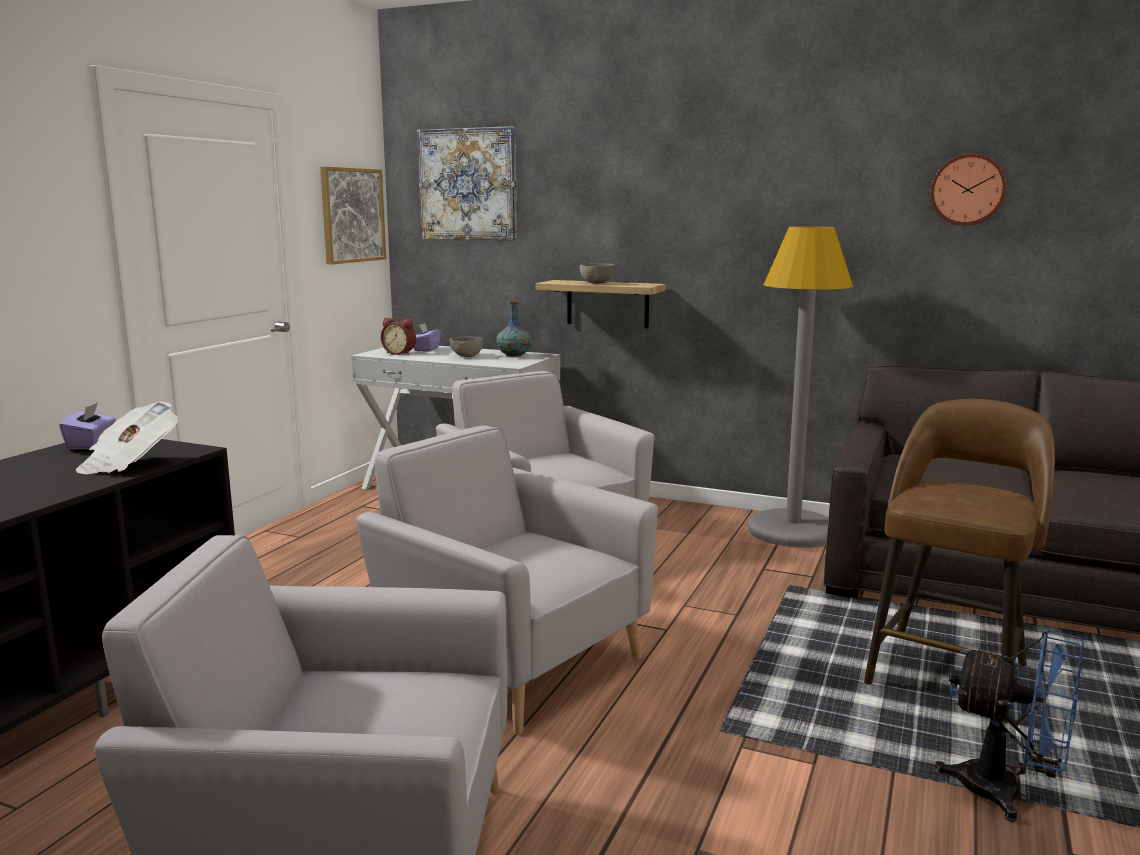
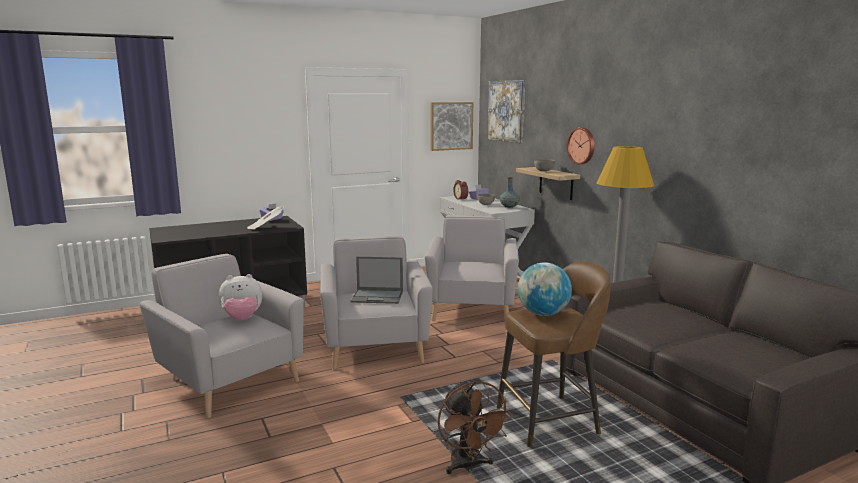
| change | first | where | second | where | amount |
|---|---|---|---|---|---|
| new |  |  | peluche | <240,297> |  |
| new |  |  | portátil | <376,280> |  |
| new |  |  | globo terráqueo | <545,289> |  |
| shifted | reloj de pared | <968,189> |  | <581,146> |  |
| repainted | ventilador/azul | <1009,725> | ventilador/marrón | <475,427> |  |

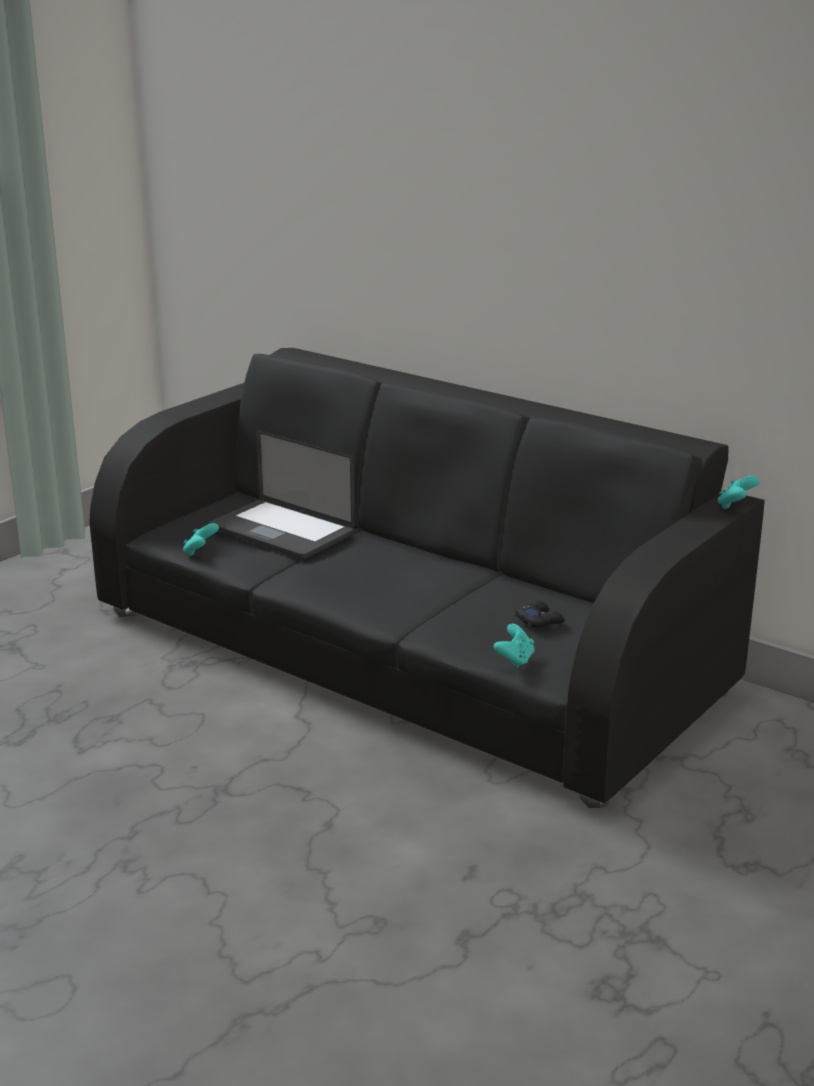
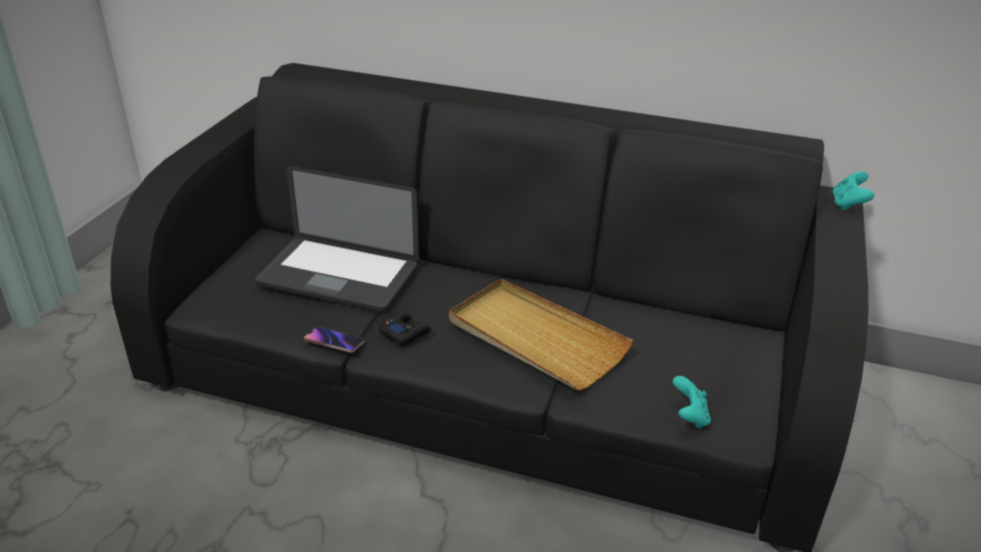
| change | first | where | second | where | amount |
|---|---|---|---|---|---|
| gone | mando de consola/turquesa | <201,539> |  |  |  |
| new |  |  | móvil | <334,339> |  |
| new |  |  | bandeja/beis | <541,335> |  |
| shifted | mando de consola/negro | <540,614> |  | <405,328> |  |

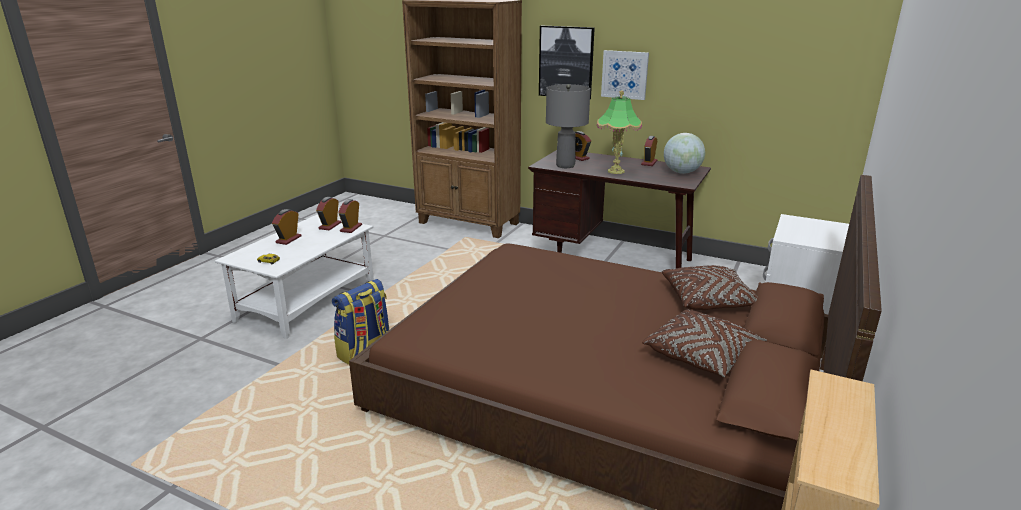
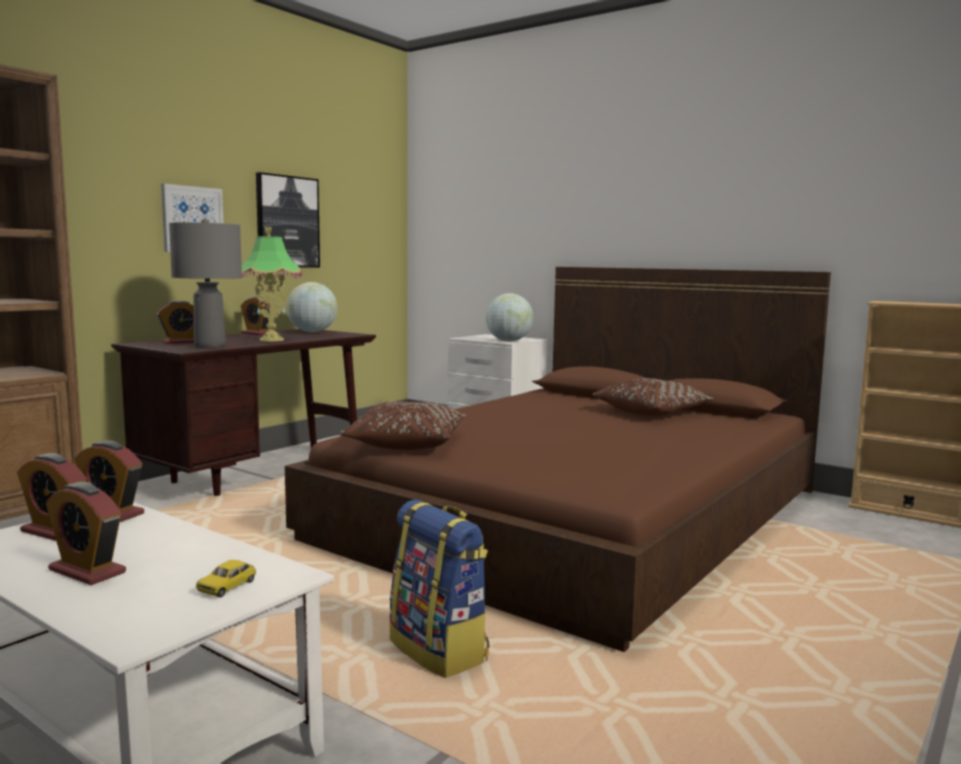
| change | first | where | second | where | amount |
|---|---|---|---|---|---|
| new |  |  | globo terráqueo | <509,317> |  |
| shifted | cuadro | <567,62> |  | <288,220> |  |
| shifted | cojín/marrón | <710,287> |  | <403,425> |  |

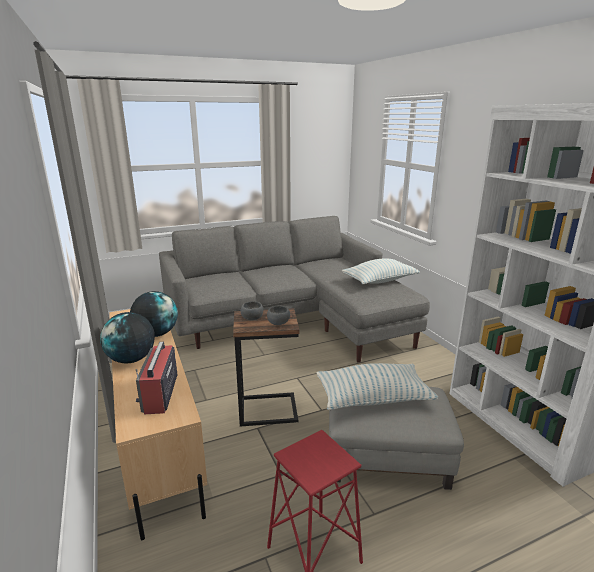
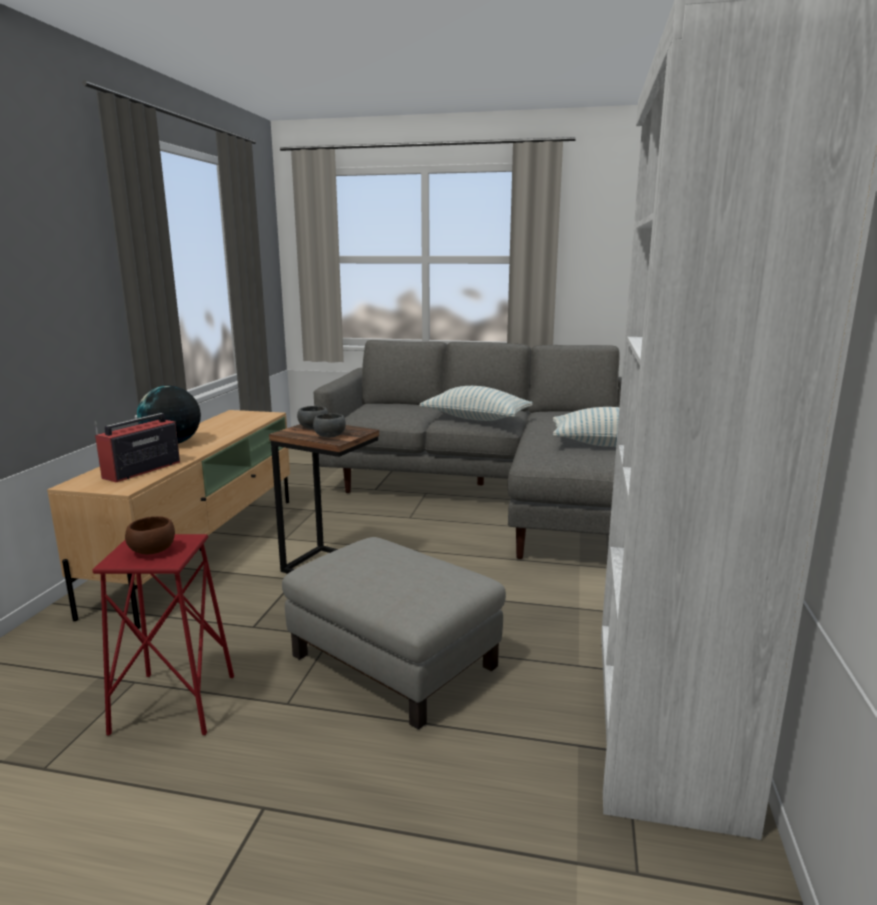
| change | first | where | second | where | amount |
|---|---|---|---|---|---|
| gone | globo terráqueo | <154,314> |  |  |  |
| new |  |  | cuenco/marrón | <150,535> |  |
| shifted | cojín | <377,386> |  | <476,403> |  |

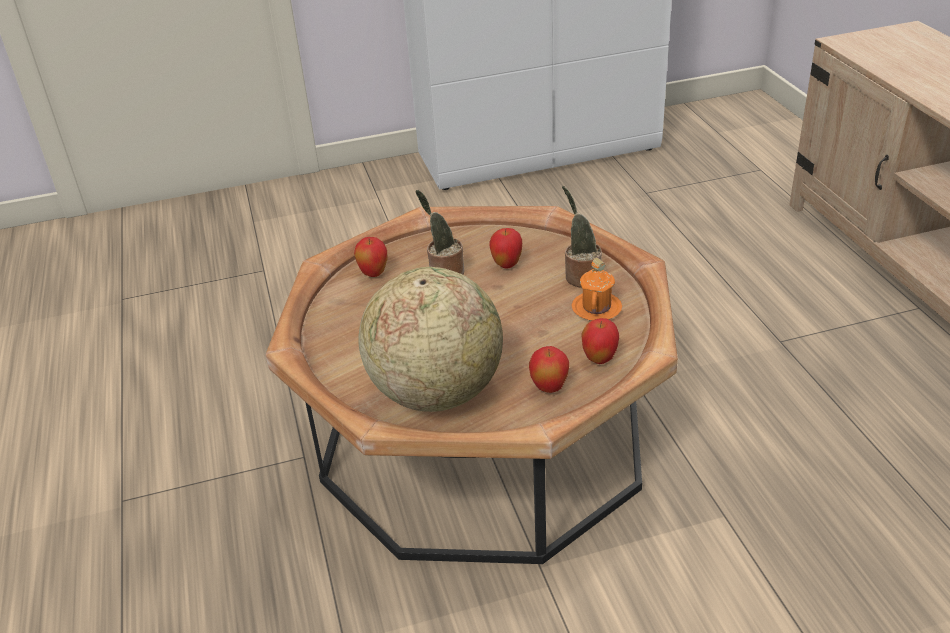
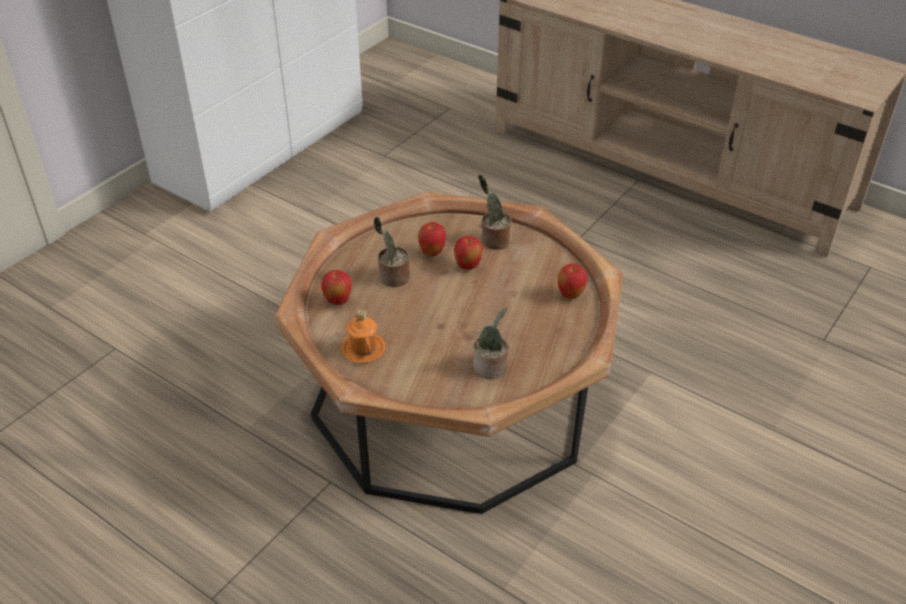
| change | first | where | second | where | amount |
|---|---|---|---|---|---|
| shifted | manzana | <549,369> |  | <468,253> |  |
| shifted | taza grande/naranja | <597,289> |  | <363,336> |  |
| swapped | globo terráqueo | <431,339> | planta en maceta | <491,343> |  |

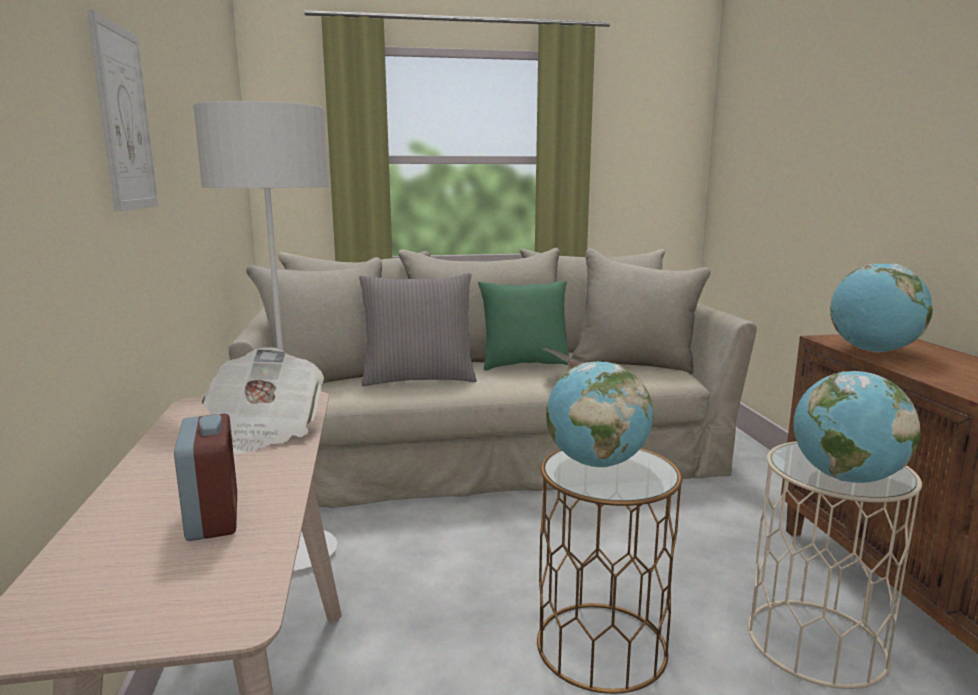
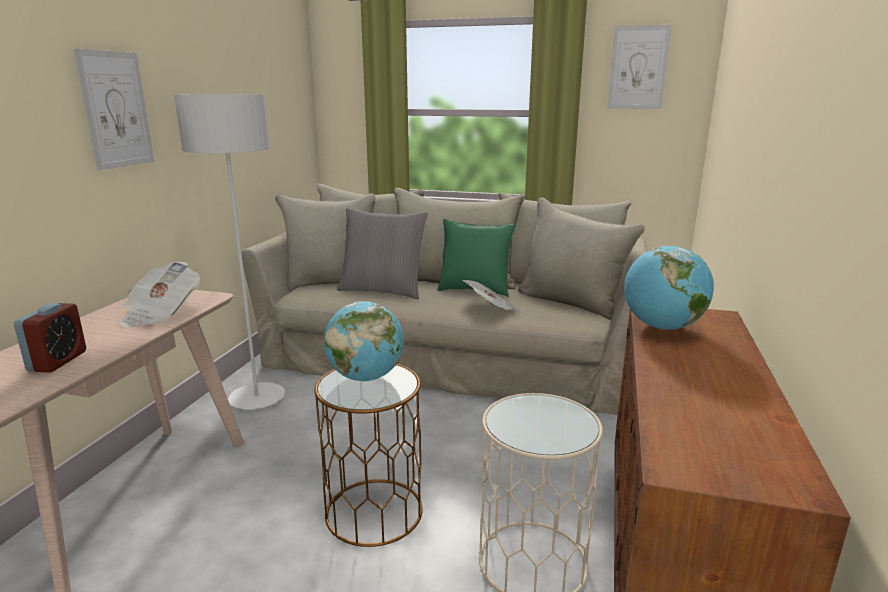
| change | first | where | second | where | amount |
|---|---|---|---|---|---|
| gone | globo terráqueo | <857,427> |  |  |  |
| new |  |  | cuadro | <639,67> |  |

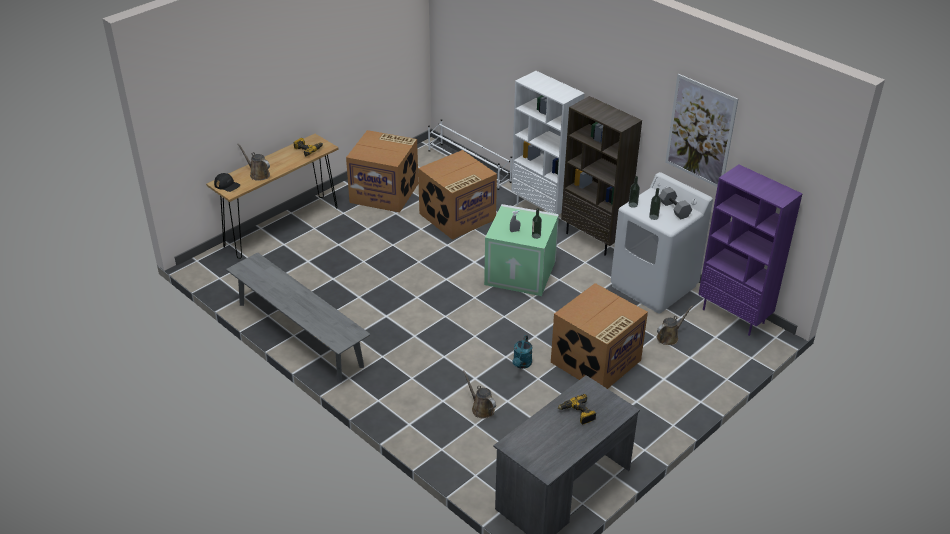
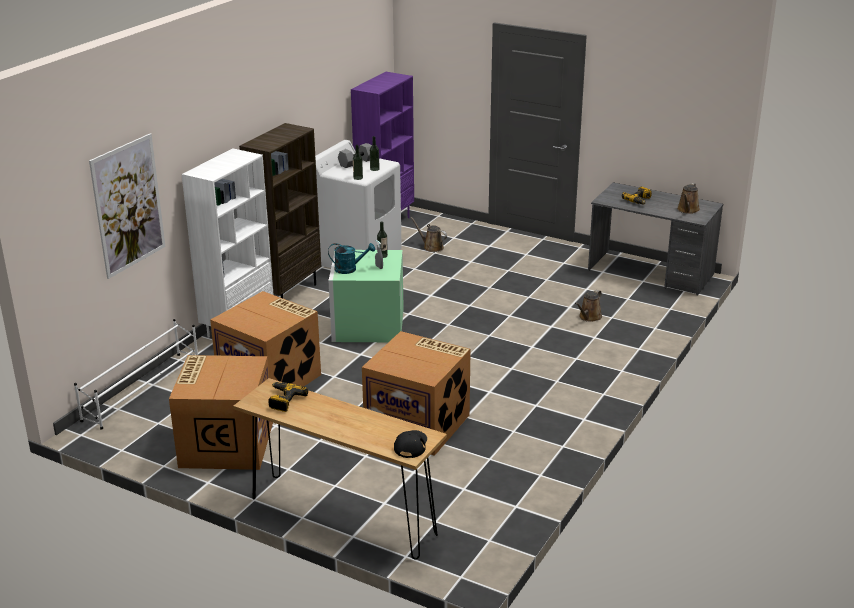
| change | first | where | second | where | amount |
|---|---|---|---|---|---|
| gone | banco/gris | <298,317> |  |  |  |
| shifted | regadera/marrón | <254,162> |  | <688,198> |  |
| shifted | regadera/turquesa | <522,352> |  | <351,258> |  |
| shifted | caja de cartón | <599,336> |  | <416,393> |  |
| shifted | cuadro | <701,130> |  | <127,206> |  |

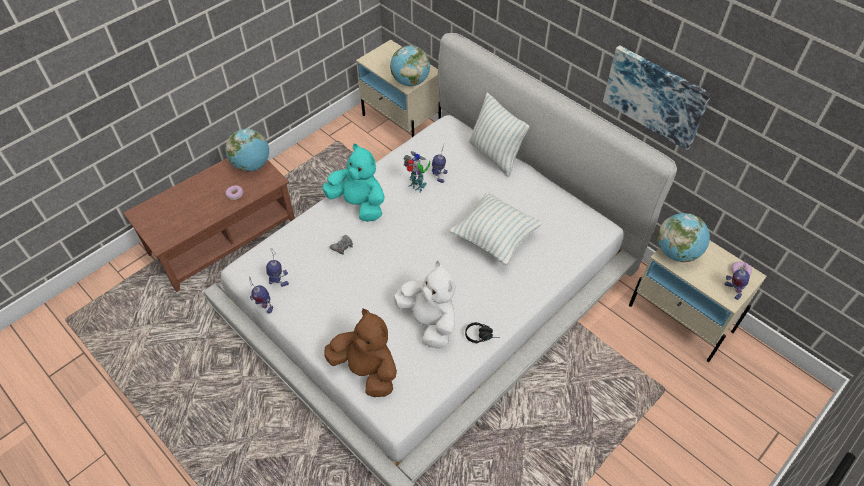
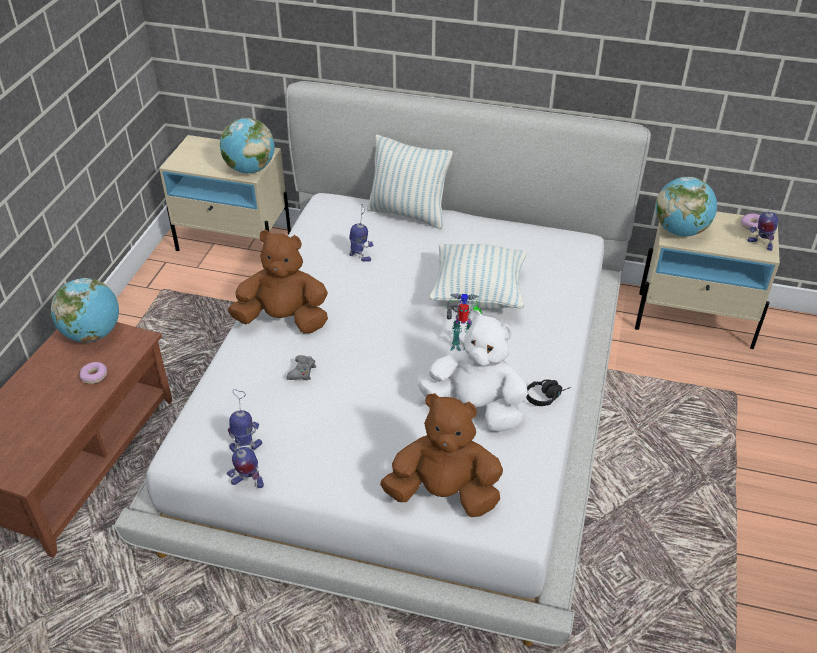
| change | first | where | second | where | amount |
|---|---|---|---|---|---|
| gone | cuadro | <657,97> |  |  |  |
| shifted | robot de juguete | <416,172> |  | <464,322> |  |
| repainted | peluche/turquesa | <354,183> | peluche/marrón | <278,281> |  |

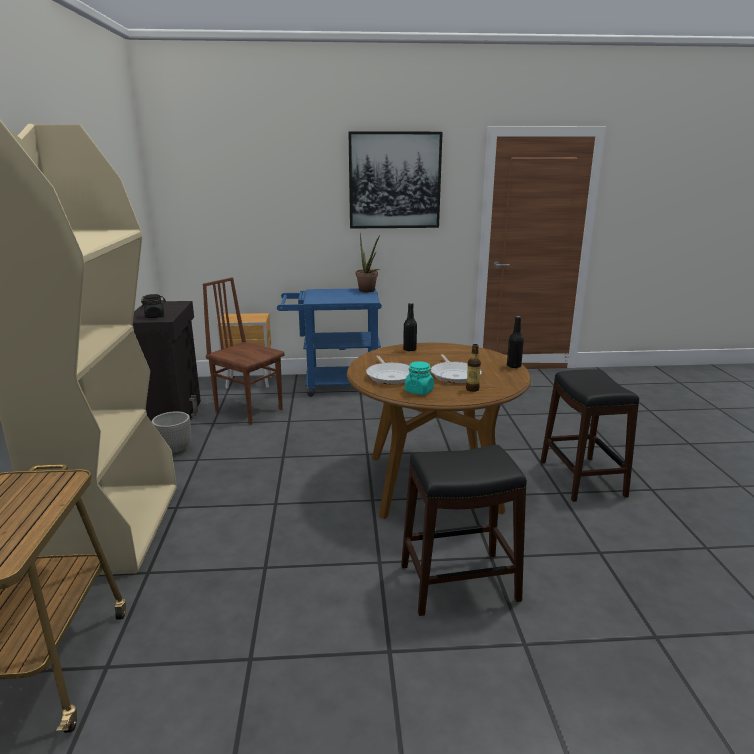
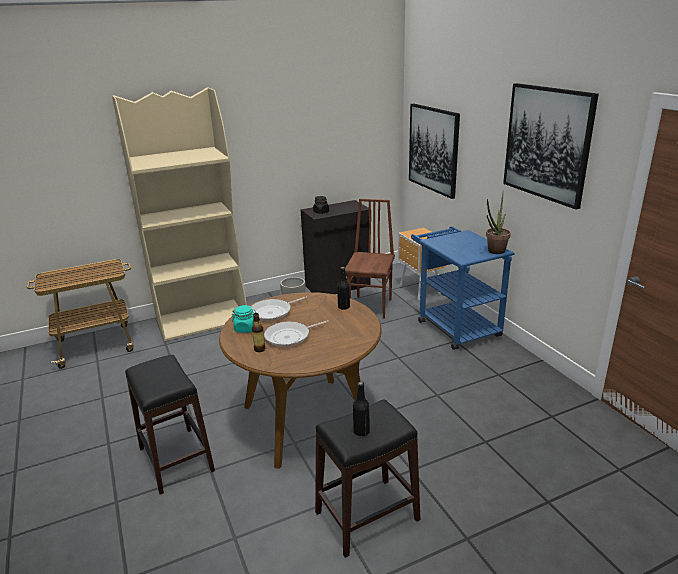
| change | first | where | second | where | amount |
|---|---|---|---|---|---|
| new |  |  | cuadro | <434,151> |  |
| shifted | botella/negro | <515,342> |  | <361,409> |  |

